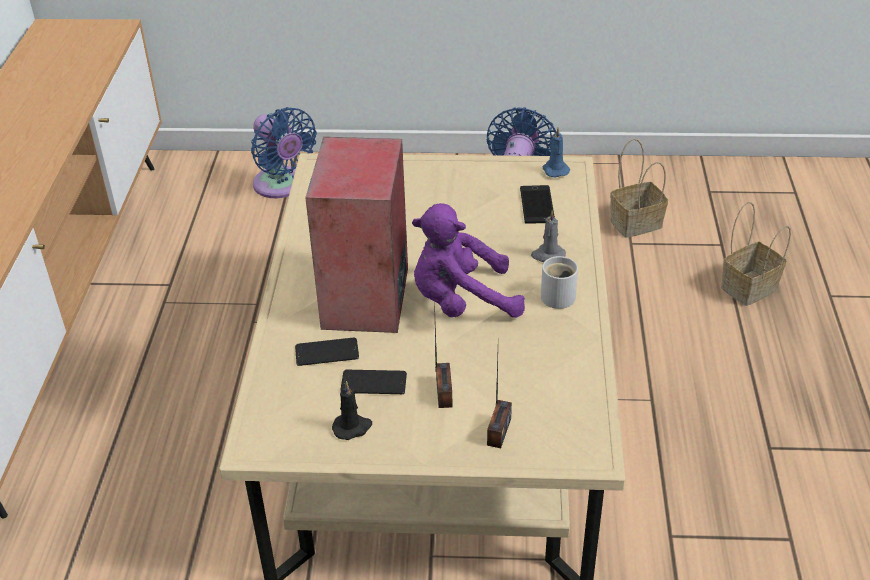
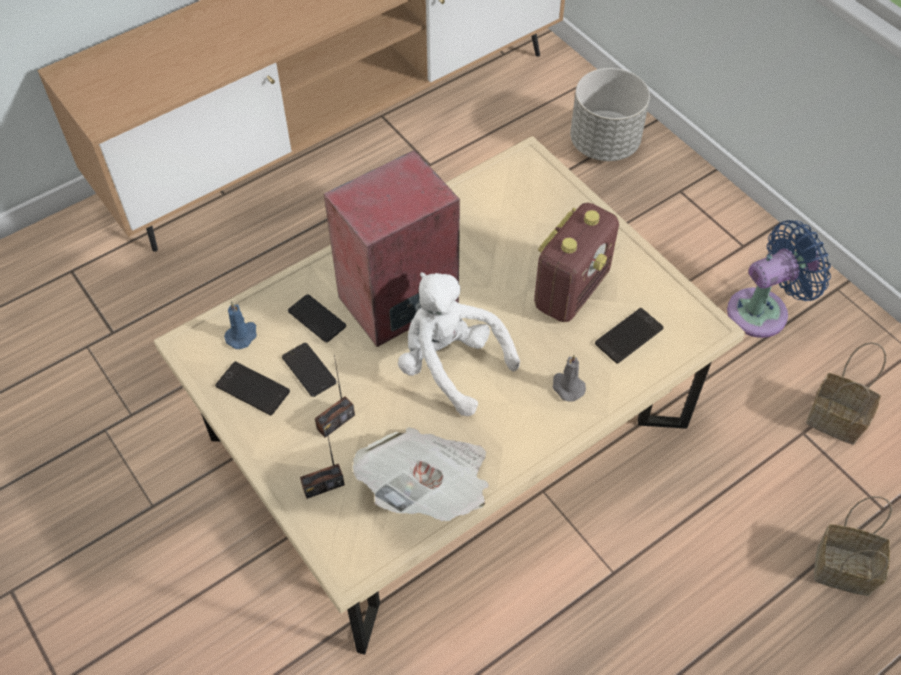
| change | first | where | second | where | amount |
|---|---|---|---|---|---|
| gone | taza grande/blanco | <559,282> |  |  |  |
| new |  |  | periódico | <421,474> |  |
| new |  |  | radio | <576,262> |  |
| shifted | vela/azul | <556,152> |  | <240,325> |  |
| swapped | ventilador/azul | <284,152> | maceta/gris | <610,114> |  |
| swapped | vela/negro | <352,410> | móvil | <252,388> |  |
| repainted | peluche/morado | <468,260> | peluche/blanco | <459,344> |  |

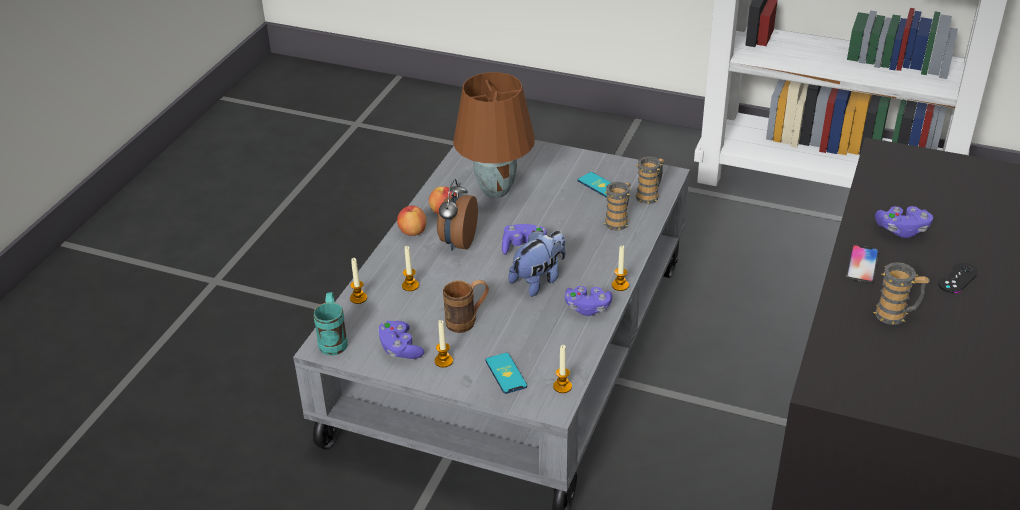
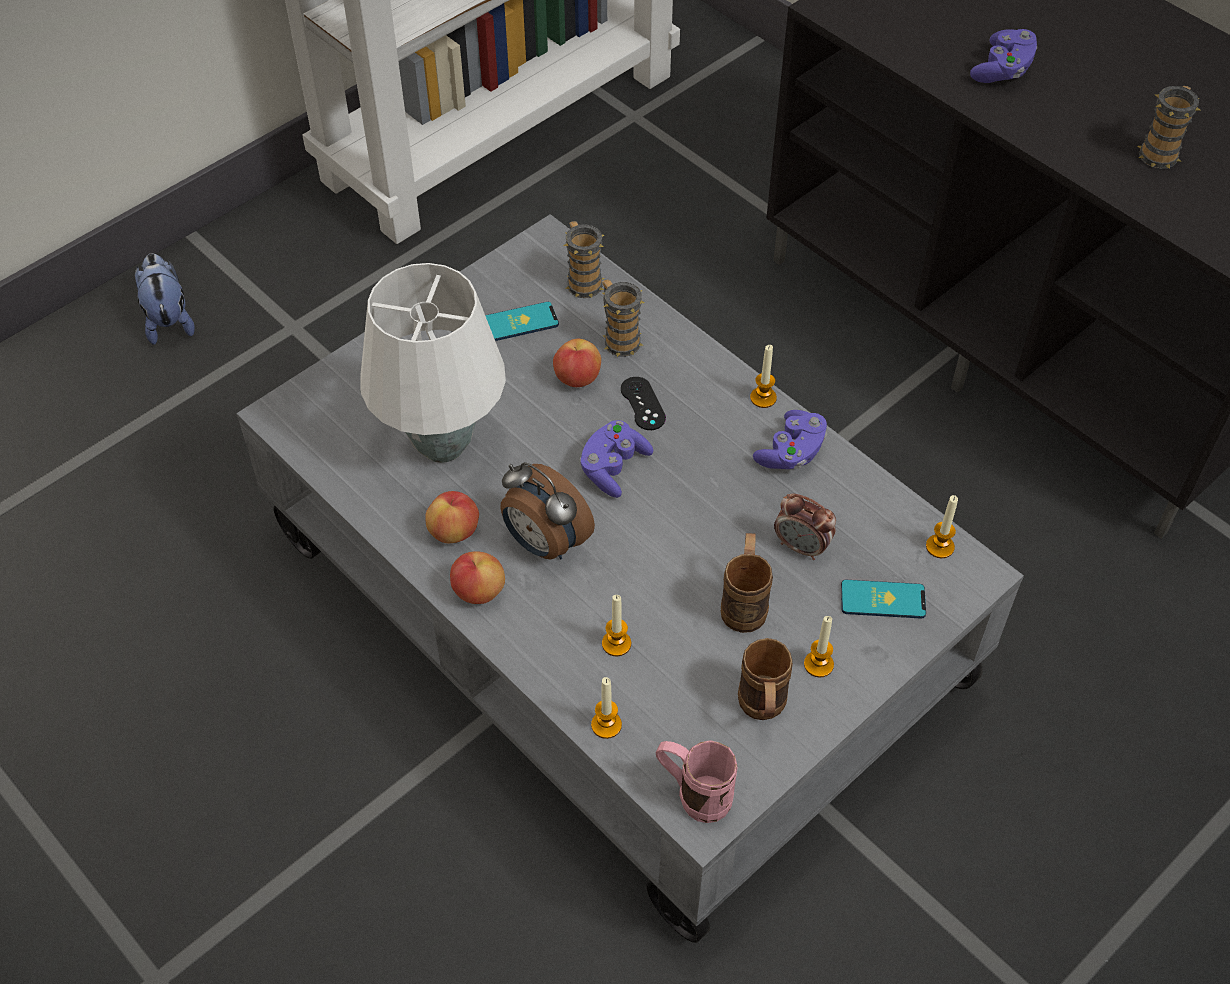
| change | first | where | second | where | amount |
|---|---|---|---|---|---|
| gone | móvil | <862,264> |  |  |  |
| new |  |  | manzana | <577,363> |  |
| new |  |  | despertador | <805,526> |  |
| shifted | peluche | <537,263> |  | <165,299> |  |
| shifted | mando de consola/negro | <958,278> |  | <643,403> |  |
| swapped | mando de consola/morado | <401,340> | taza grande/marrón | <765,679> |  |
| repainted | taza grande/turquesa | <331,324> | taza grande/rosa | <697,781> |  |
| repainted | lámpara de mesa/marrón | <494,135> | lámpara de mesa/blanco | <433,363> |  |

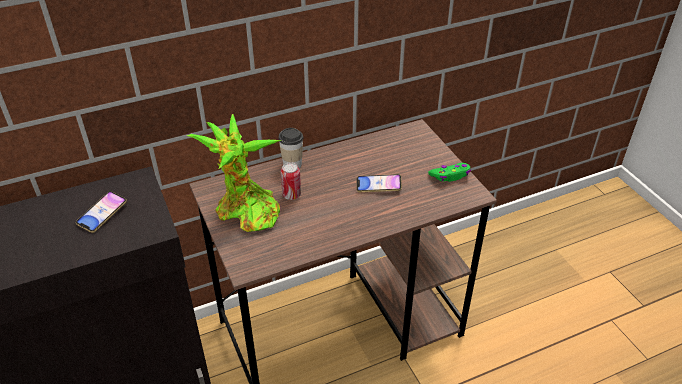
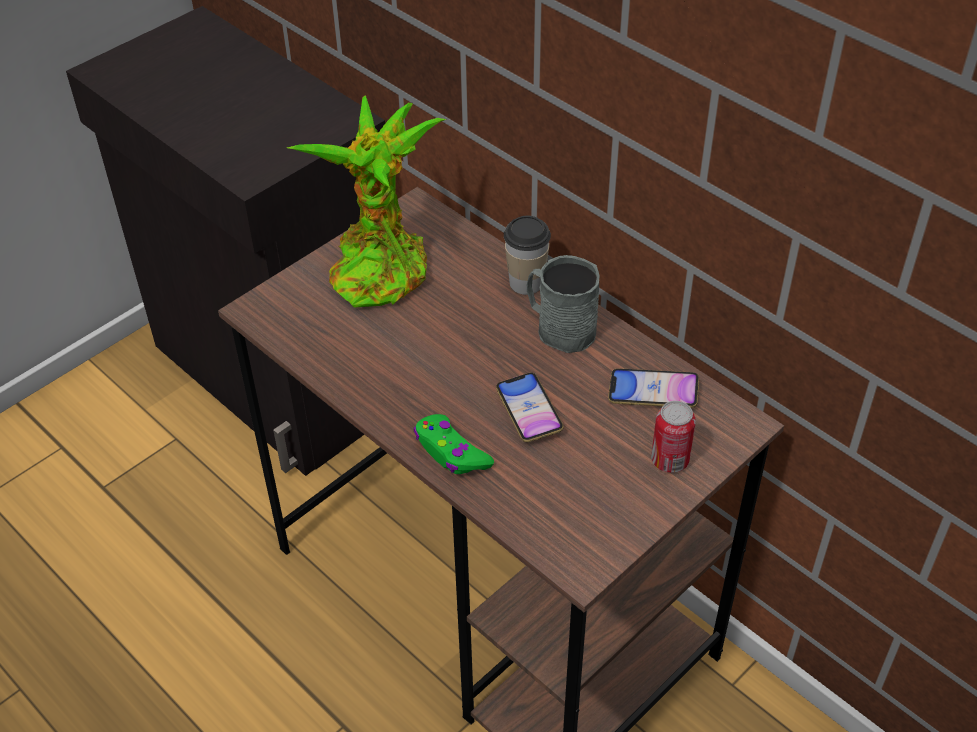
| change | first | where | second | where | amount |
|---|---|---|---|---|---|
| new |  |  | taza grande/gris | <563,304> |  |
| shifted | móvil | <101,212> |  | <653,388> |  |
| shifted | lata | <291,181> |  | <673,437> |  |
| shifted | mando de consola/verde | <449,172> |  | <454,444> |  |

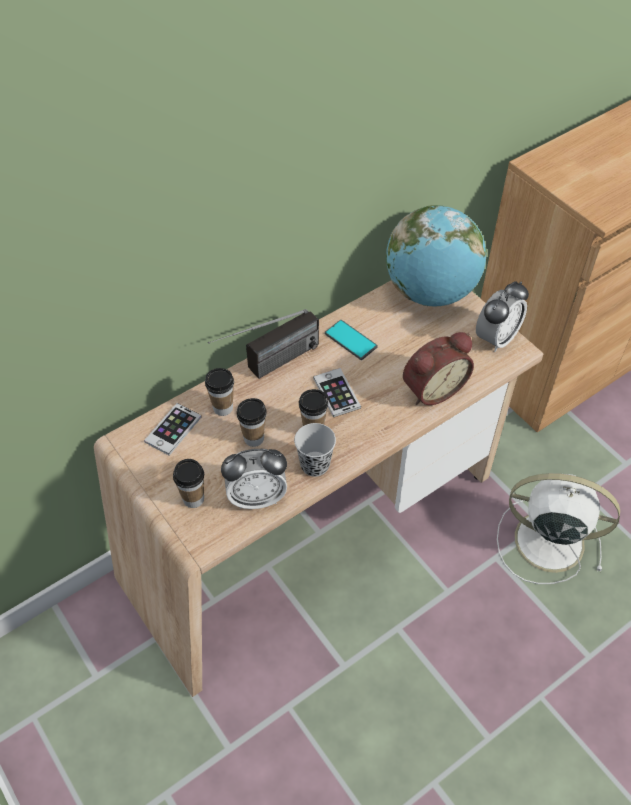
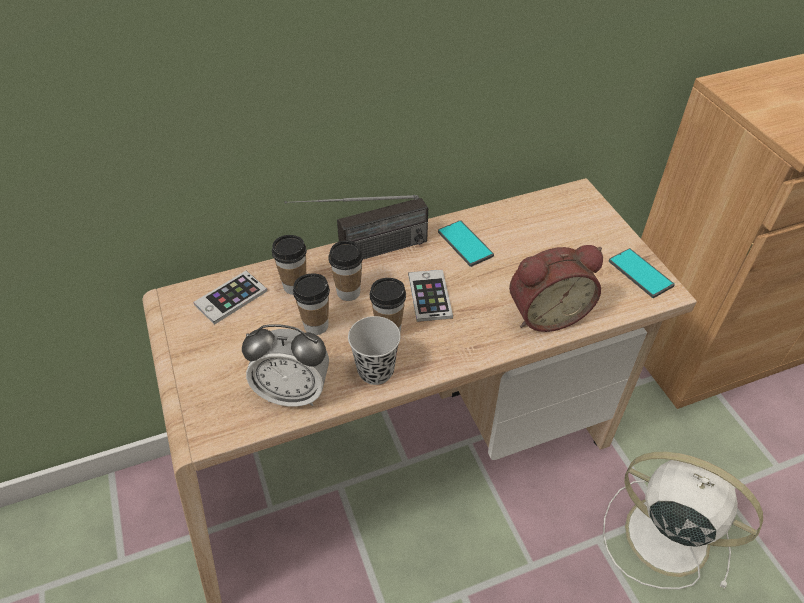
| change | first | where | second | where | amount |
|---|---|---|---|---|---|
| gone | globo terráqueo | <436,256> |  |  |  |
| shifted | taza | <188,483> |  | <345,270> |  |
| swapped | despertador | <502,316> | móvil | <642,273> |  |

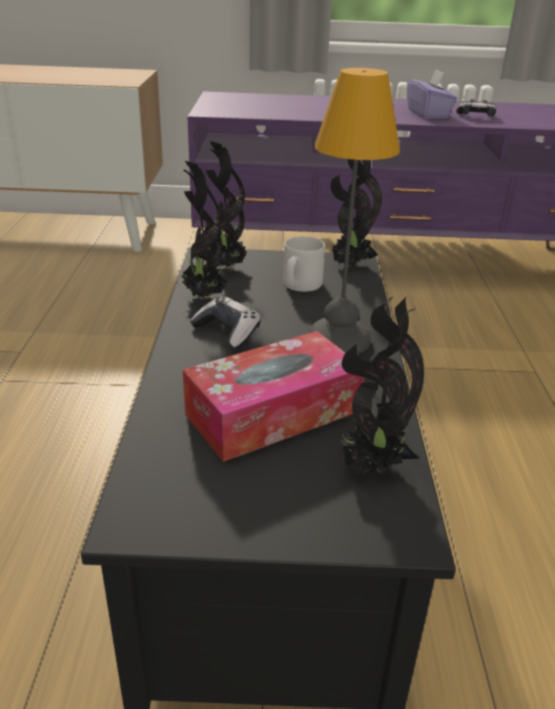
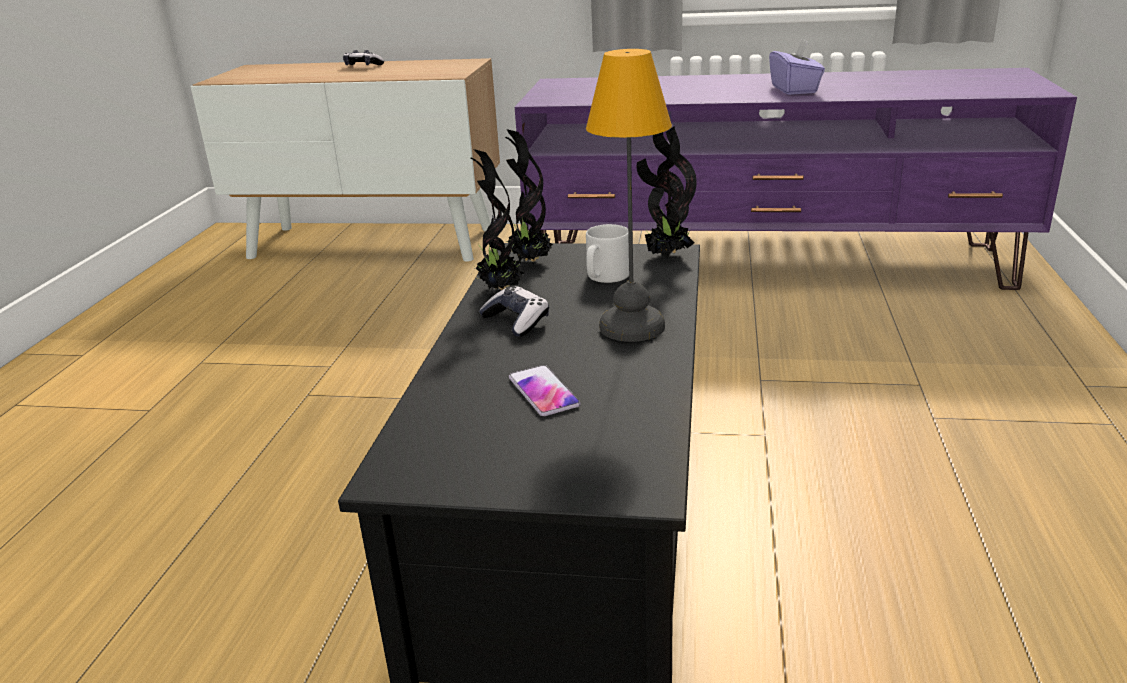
| change | first | where | second | where | amount |
|---|---|---|---|---|---|
| gone | planta en maceta | <381,386> |  |  |  |
| shifted | mando de consola | <476,107> |  | <364,57> |  |
| swapped | caja de pañuelos | <273,396> | móvil | <545,390> |  |

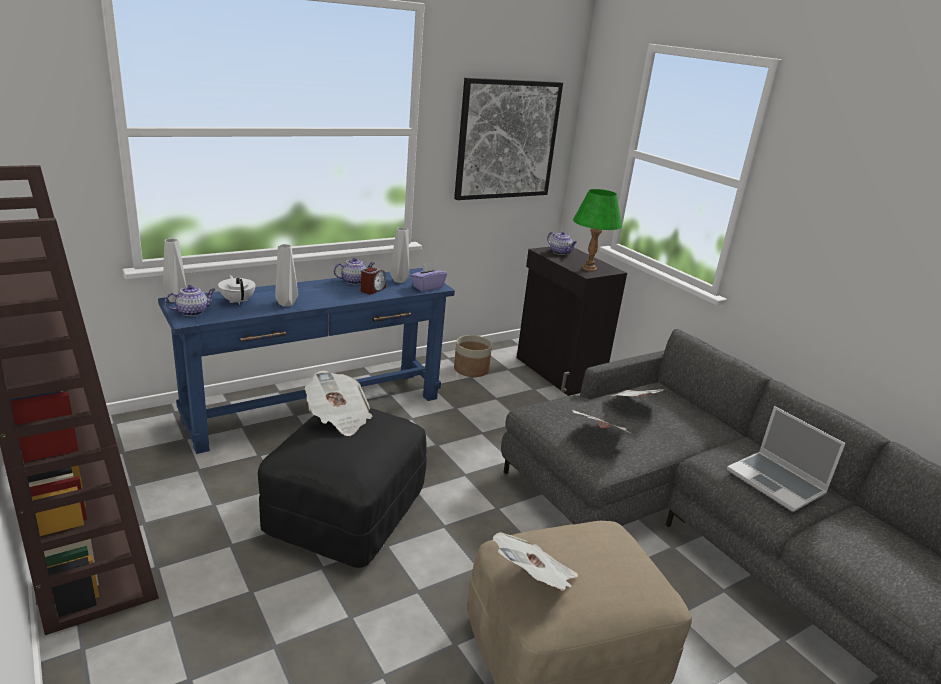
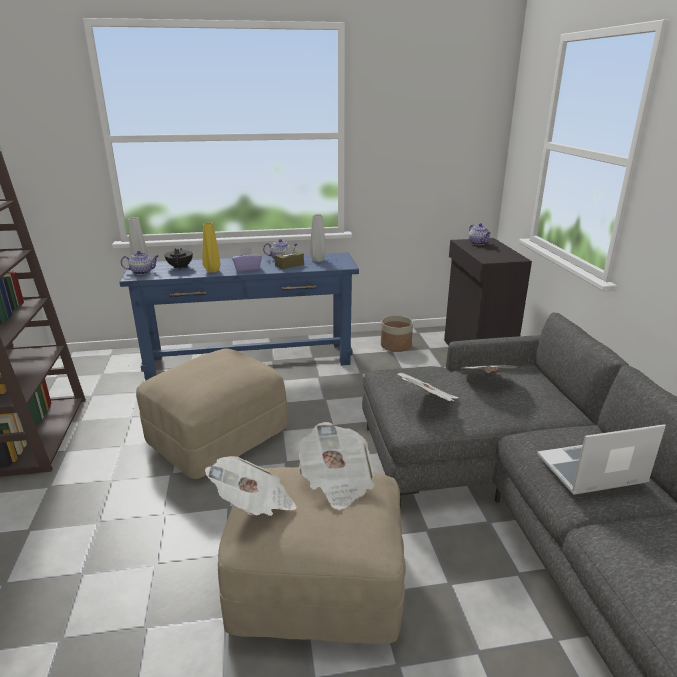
| change | first | where | second | where | amount |
|---|---|---|---|---|---|
| gone | cuadro | <508,139> |  |  |  |
| gone | lámpara de mesa/verde | <597,230> |  |  |  |
| shifted | periódico | <339,403> |  | <337,466> |  |
| shifted | caja de pañuelos/morado | <429,277> |  | <247,259> |  |
| swapped | despertador | <373,280> | caja de pañuelos/marrón | <289,256> |  |
| repainted | tetera/blanco | <237,290> | tetera/negro | <179,259> |  |
| repainted | puf/negro | <342,488> | puf/beis | <212,414> |  |
| repainted | florero/gris | <286,275> | florero/amarillo | <211,247> |  |
| rotated | portátil | <786,459> |  | <601,459> | 90 degrees clockwise |

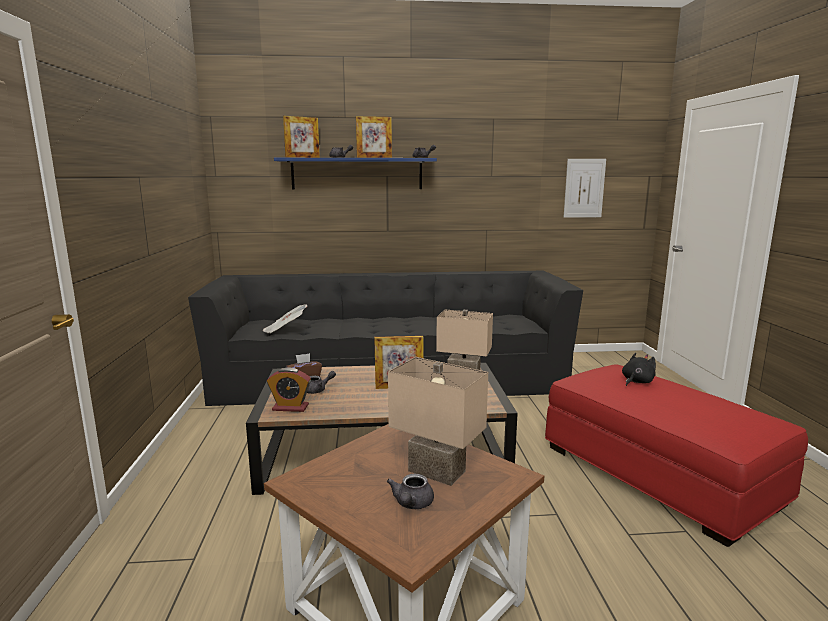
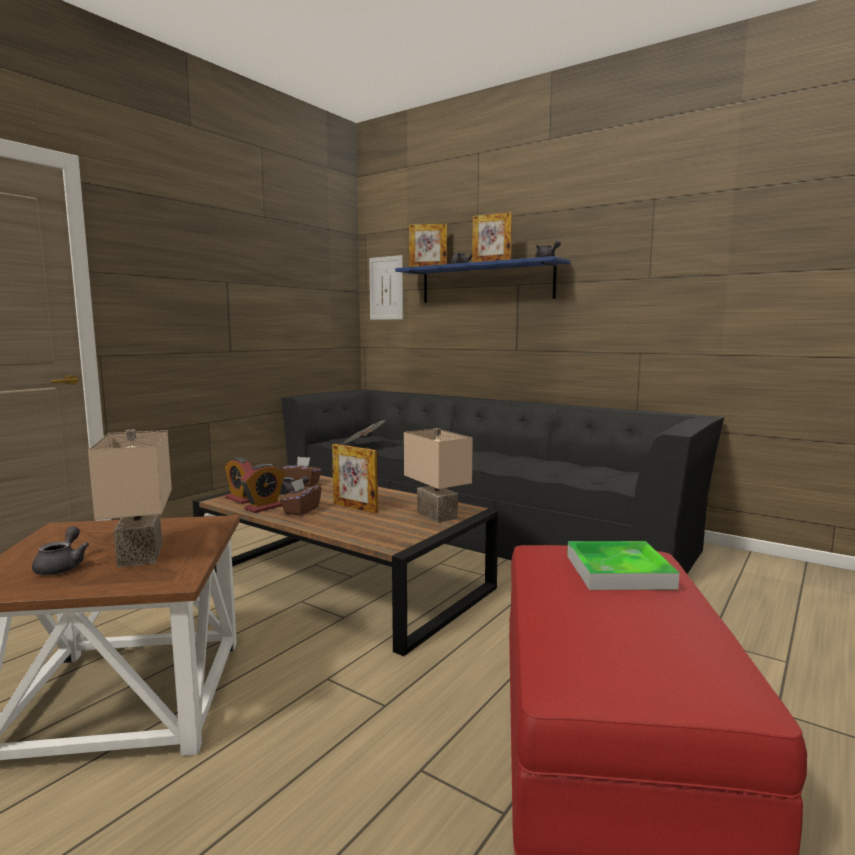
| change | first | where | second | where | amount |
|---|---|---|---|---|---|
| new |  |  | despertador | <263,488> |  |
| new |  |  | caja de pañuelos/marrón | <301,497> |  |
| shifted | cuadro | <585,188> |  | <386,287> |  |
| swapped | peluche/negro | <639,369> | bandeja | <623,565> |  |
| rotated | tetera/gris | <410,491> |  | <60,550> | 120 degrees clockwise |

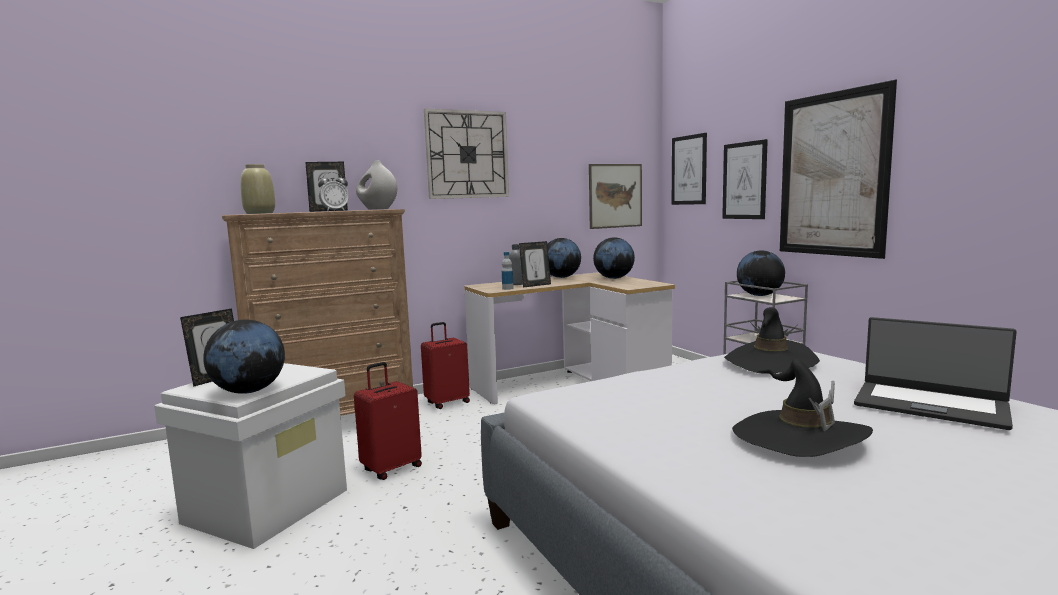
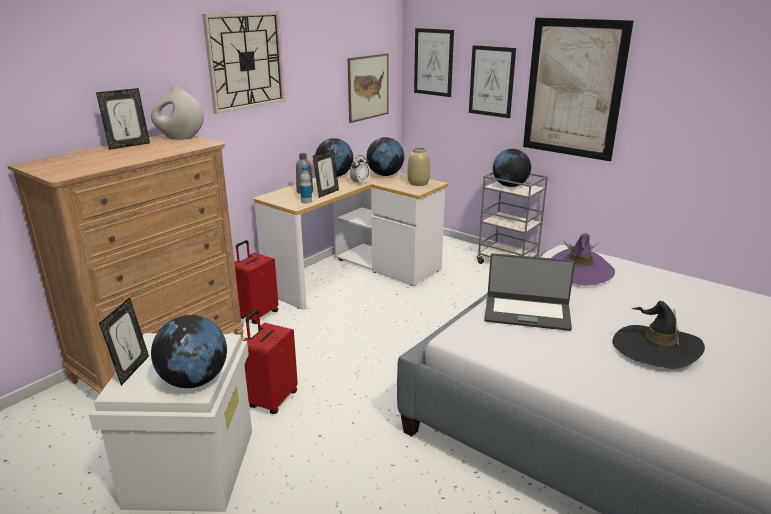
| change | first | where | second | where | amount |
|---|---|---|---|---|---|
| shifted | florero/beis | <257,189> |  | <418,166> |  |
| shifted | despertador | <333,191> |  | <360,169> |  |
| shifted | portátil | <935,373> |  | <529,292> |  |
| repainted | sombrero/negro | <772,340> | sombrero/morado | <583,259> |  |

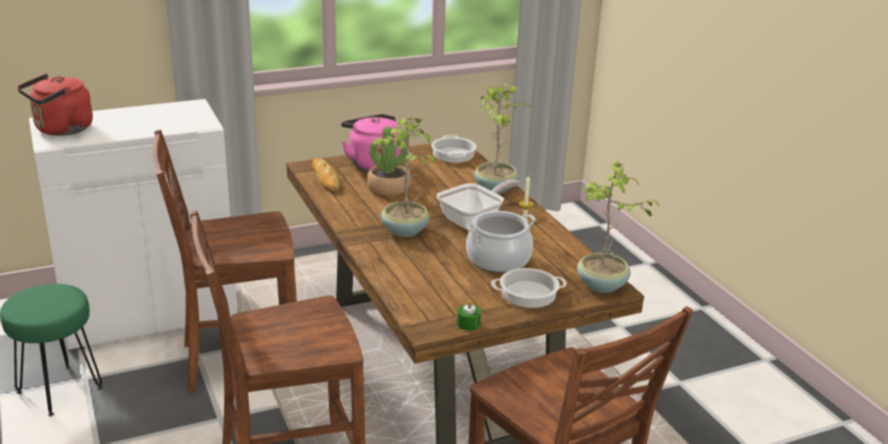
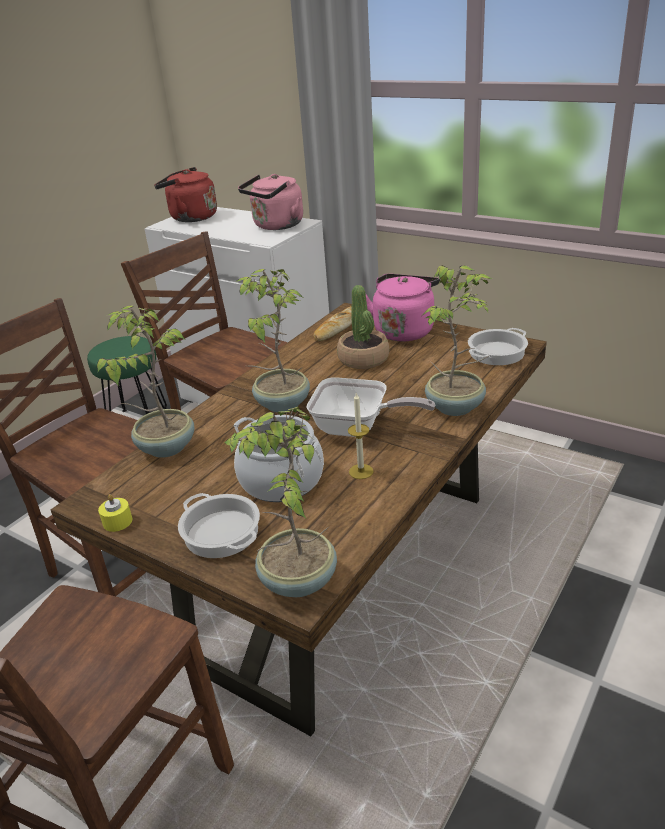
| change | first | where | second | where | amount |
|---|---|---|---|---|---|
| new |  |  | planta en maceta | <145,381> |  |
| new |  |  | hervidor/rosa | <270,202> |  |
| repainted | vela/verde | <469,315> | vela/amarillo | <115,513> |  |

